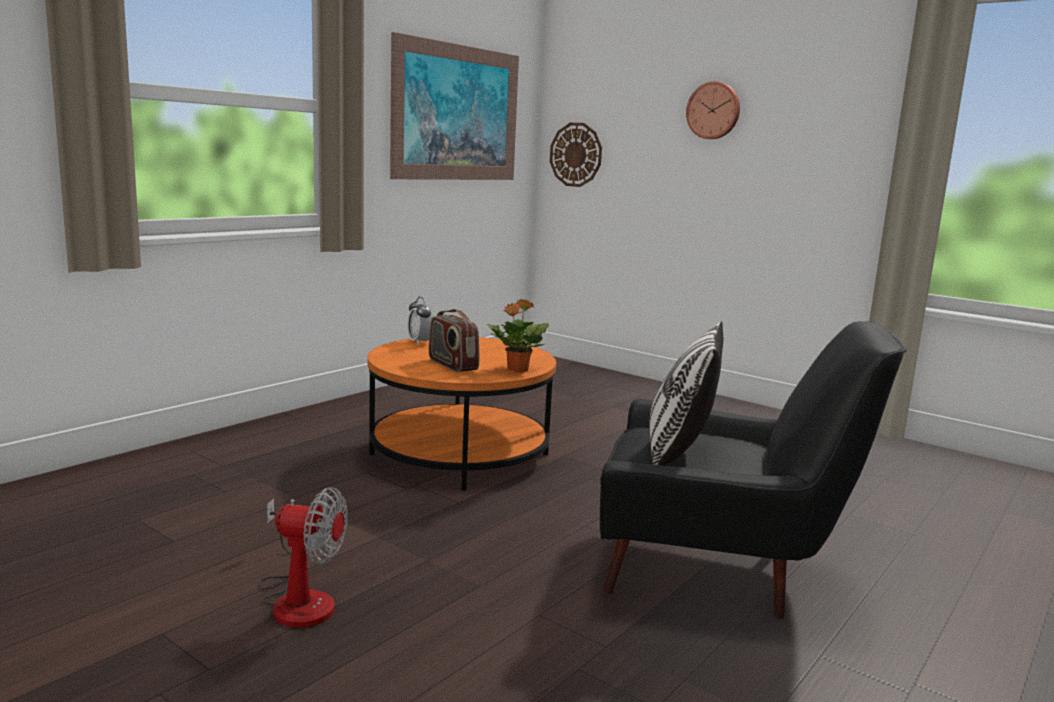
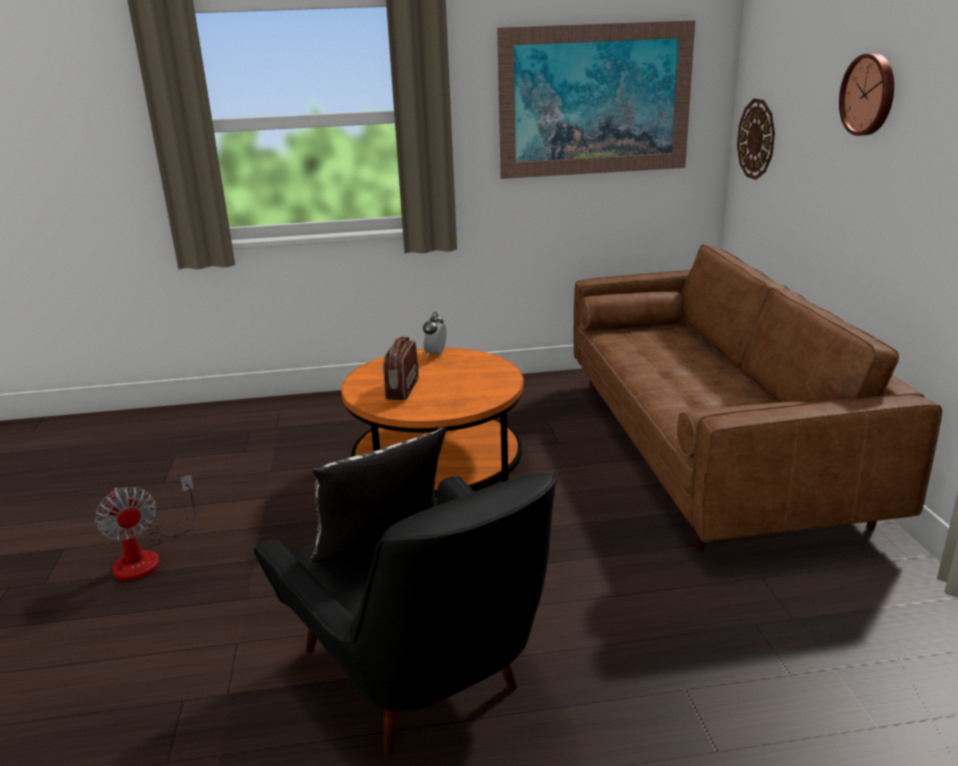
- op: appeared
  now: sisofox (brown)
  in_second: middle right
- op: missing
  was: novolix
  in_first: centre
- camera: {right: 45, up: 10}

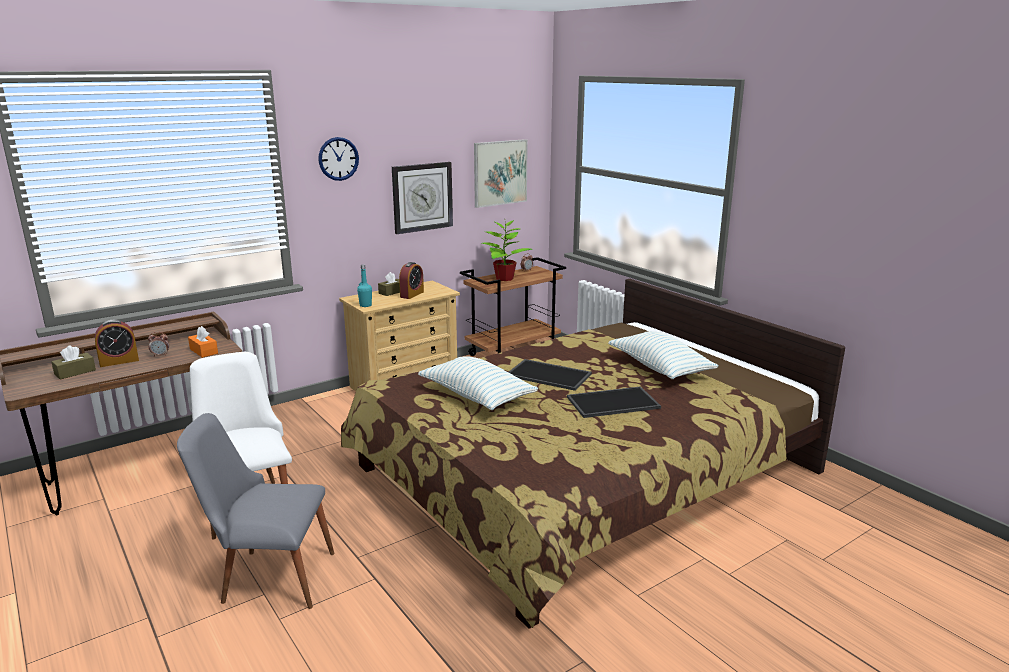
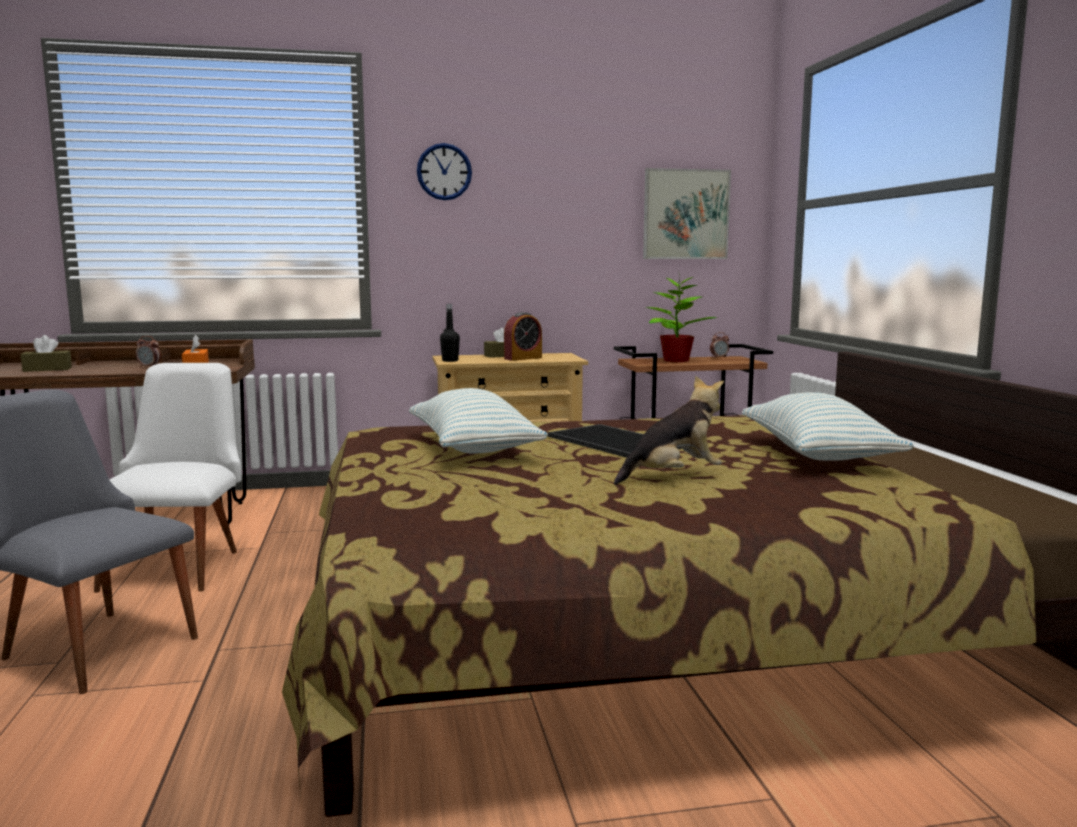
- op: colour
  was: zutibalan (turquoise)
  now: zutibalan (black)
  in_first: centre
  in_second: centre
- op: exchanged
  was: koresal (no. 2 from left)
  now: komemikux
  in_first: centre
  in_second: centre
- op: missing
  was: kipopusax (no. 1 from left)
  in_first: middle left
- op: missing
  was: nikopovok (no. 2 from left)
  in_first: top centre
- camera: {right: 25, up: -10}

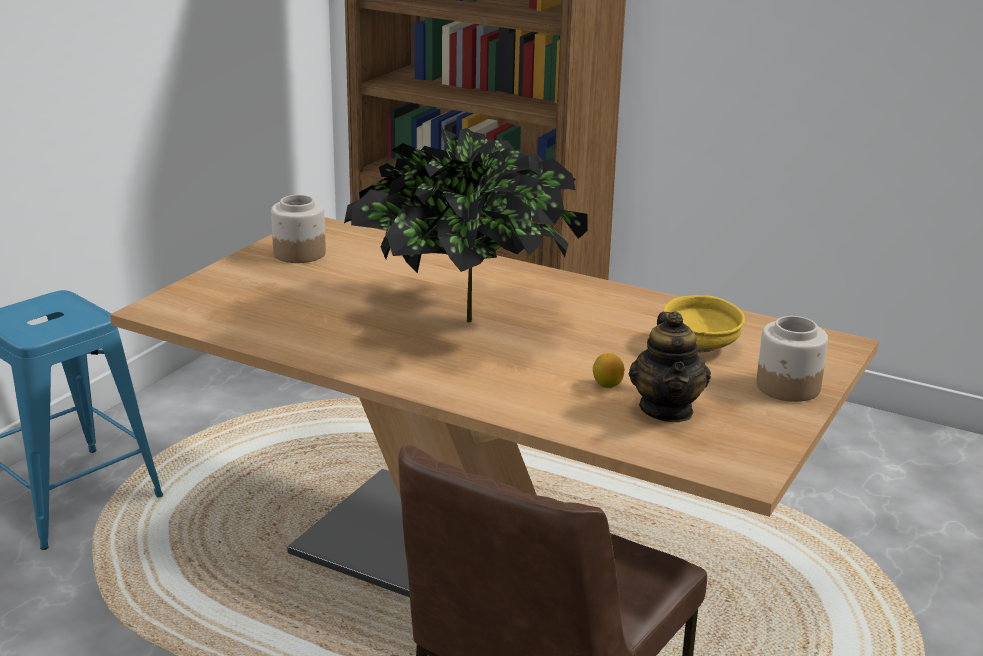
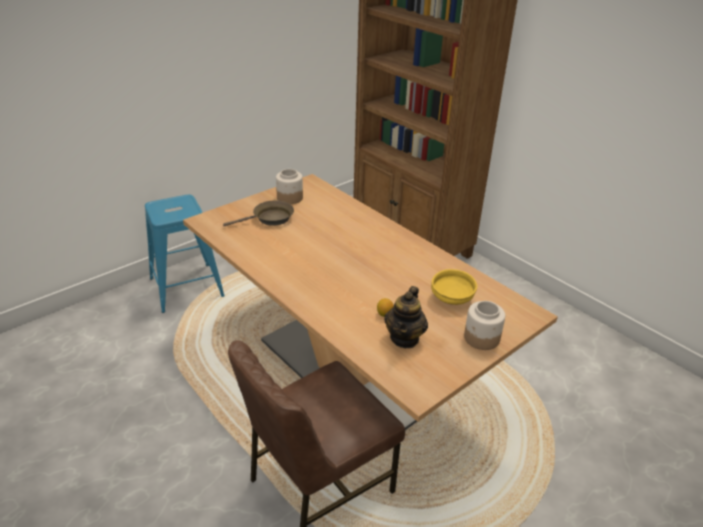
- op: appeared
  now: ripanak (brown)
  in_second: centre
- op: missing
  was: novolix
  in_first: centre
- camera: {right: 20, up: 10}

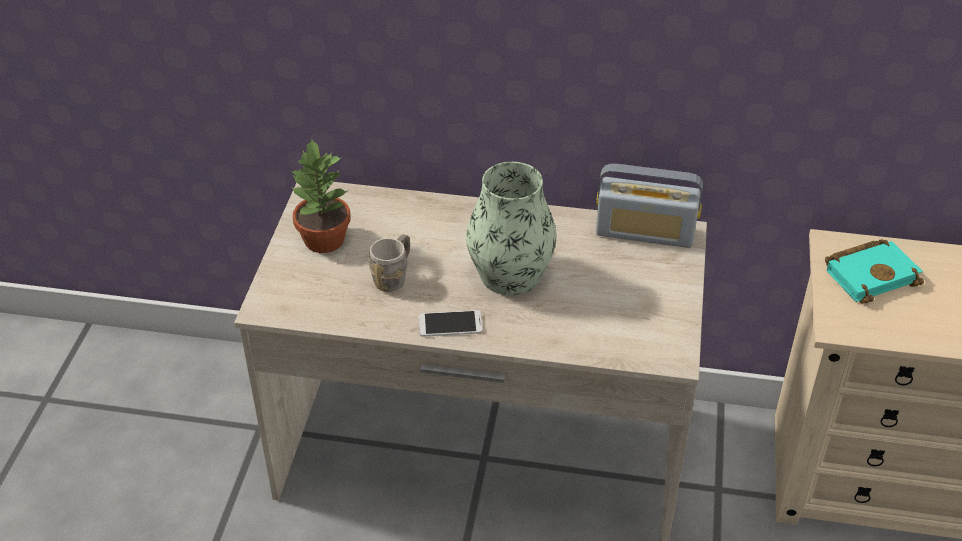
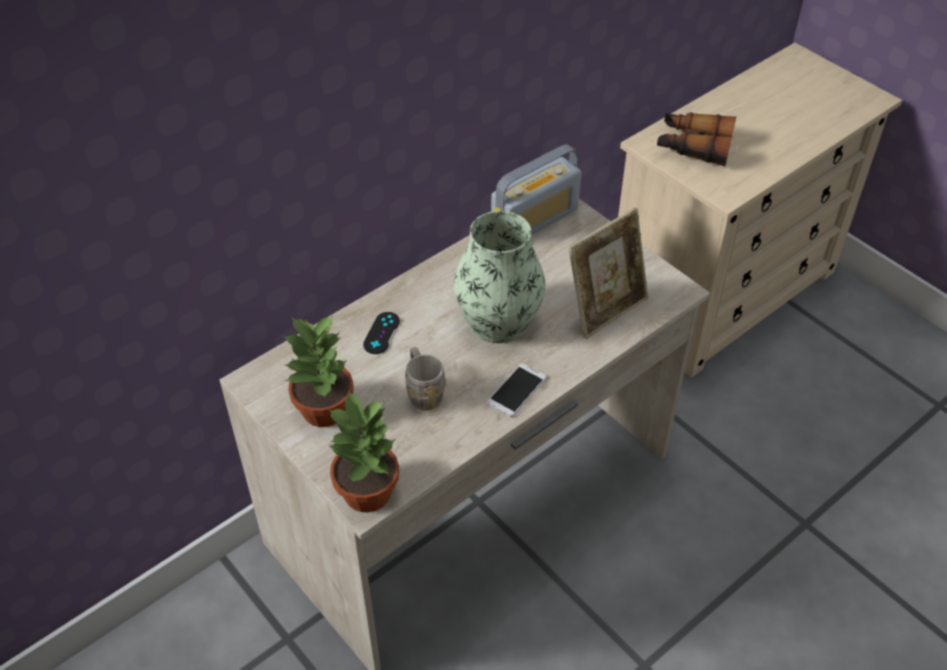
- op: appeared
  now: novolix (no. 2 from left)
  in_second: bottom centre
- op: appeared
  now: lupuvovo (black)
  in_second: centre
- op: appeared
  now: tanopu
  in_second: centre
- op: exchanged
  was: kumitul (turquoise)
  now: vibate
  in_first: middle right
  in_second: top right
- camera: {right: -50, up: 5}

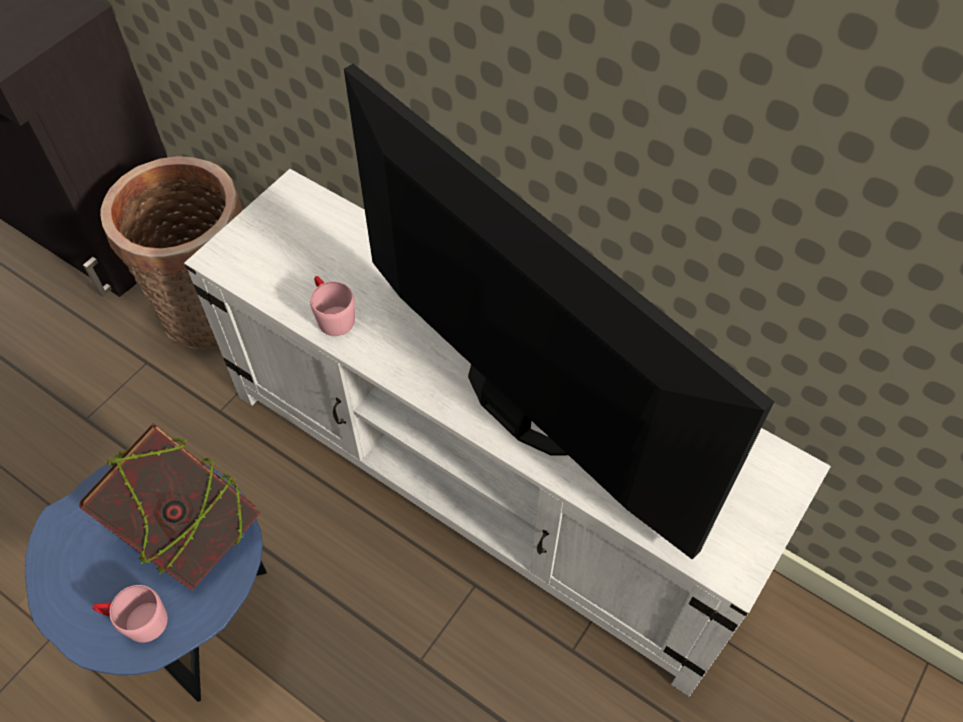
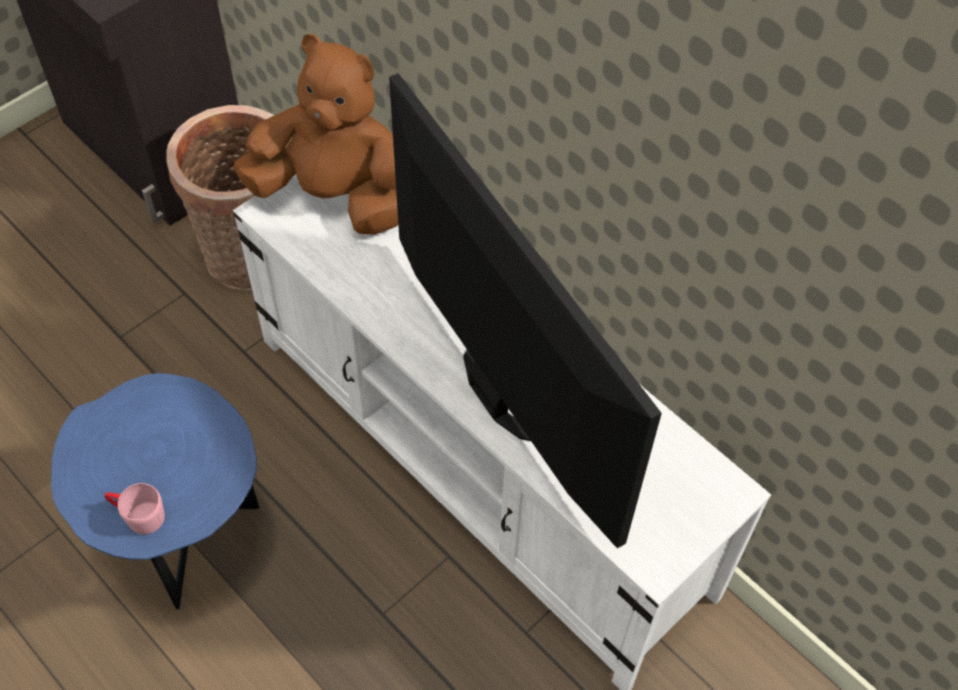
- op: appeared
  now: komemikux (brown)
  in_second: top left
- op: missing
  was: kumitul
  in_first: bottom left
- op: missing
  was: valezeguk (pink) (no. 2 from left)
  in_first: centre
- camera: {right: 10, up: 0}

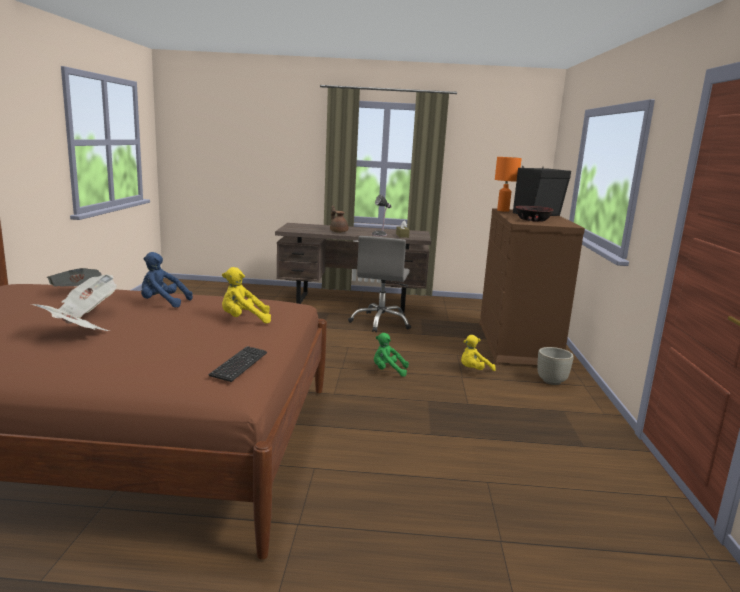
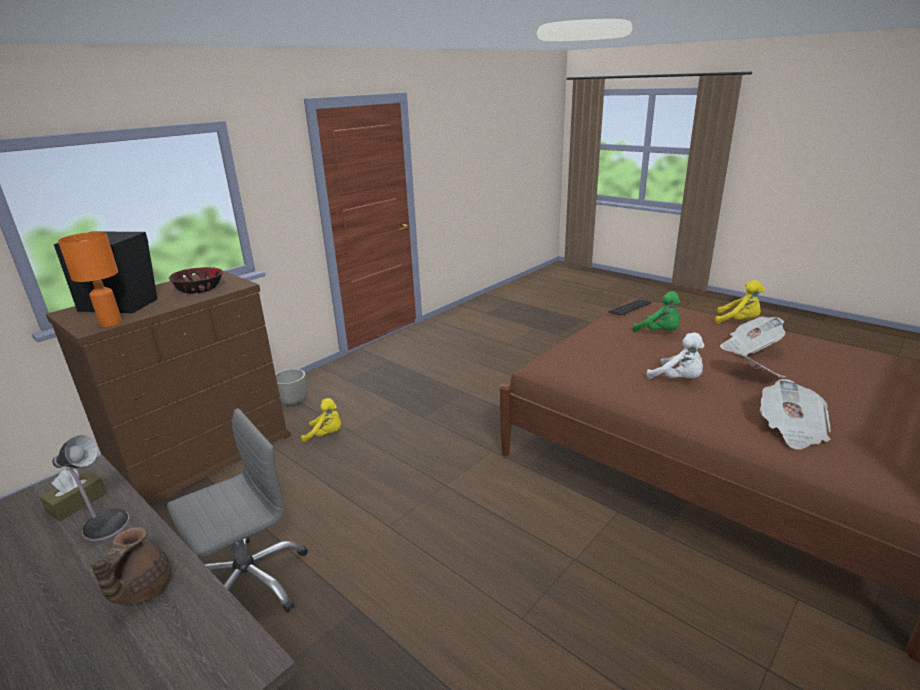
- op: relocated
  was: komemikux (green)
  in_first: centre
  in_second: middle right
- op: colour
  was: komemikux (blue)
  now: komemikux (white)
  in_first: middle left
  in_second: middle right
- op: relocated
  was: komemikux (yellow) (no. 1 from left in the first image)
  now: komemikux (yellow) (no. 2 from left)
  in_first: middle left
  in_second: middle right
- camera: {right: -140, up: 10}

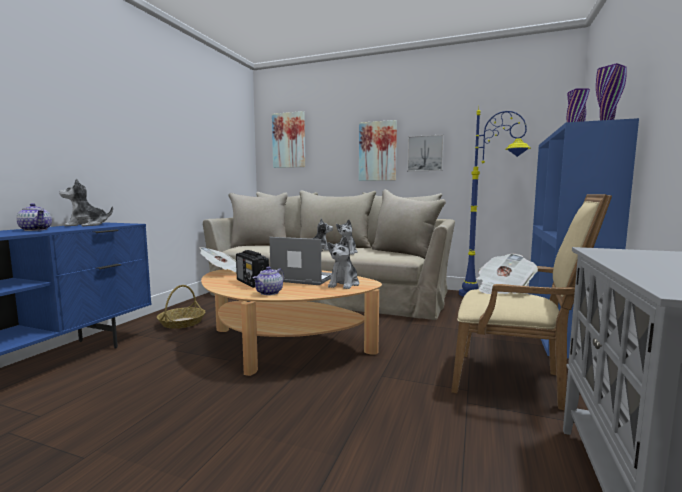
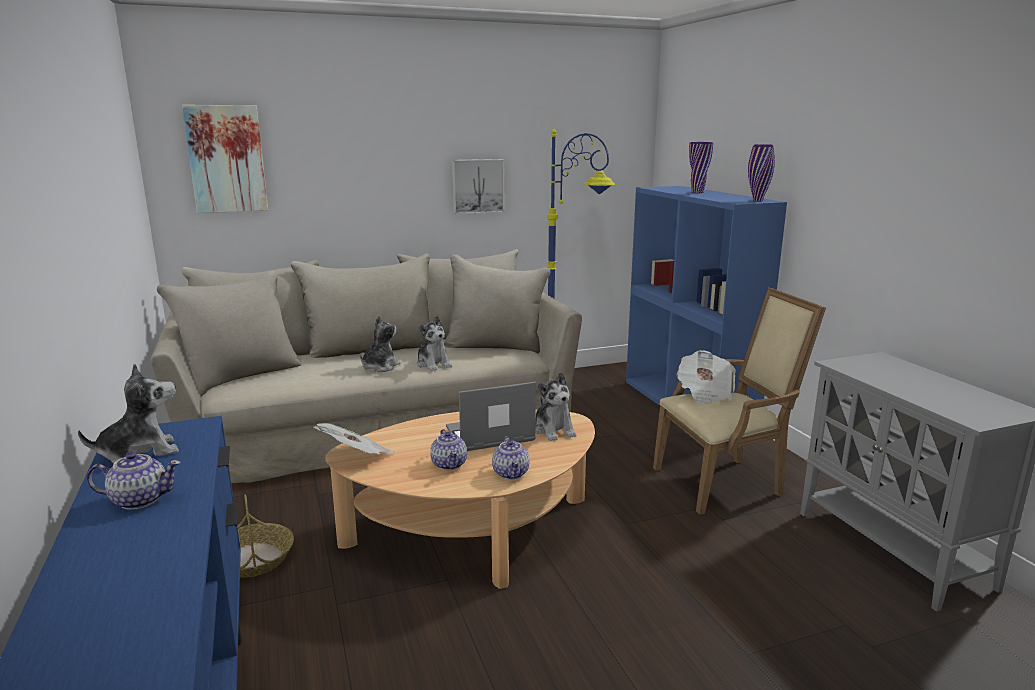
- op: spun
  was: komemikux (no. 1 from left)
  in_first: middle left
  in_second: middle left
  clockwise: -150
- op: exchanged
  was: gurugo
  now: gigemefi (no. 2 from left)
  in_first: centre
  in_second: centre
- op: missing
  was: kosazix (no. 2 from left)
  in_first: top centre
- camera: {right: -40, up: 10}

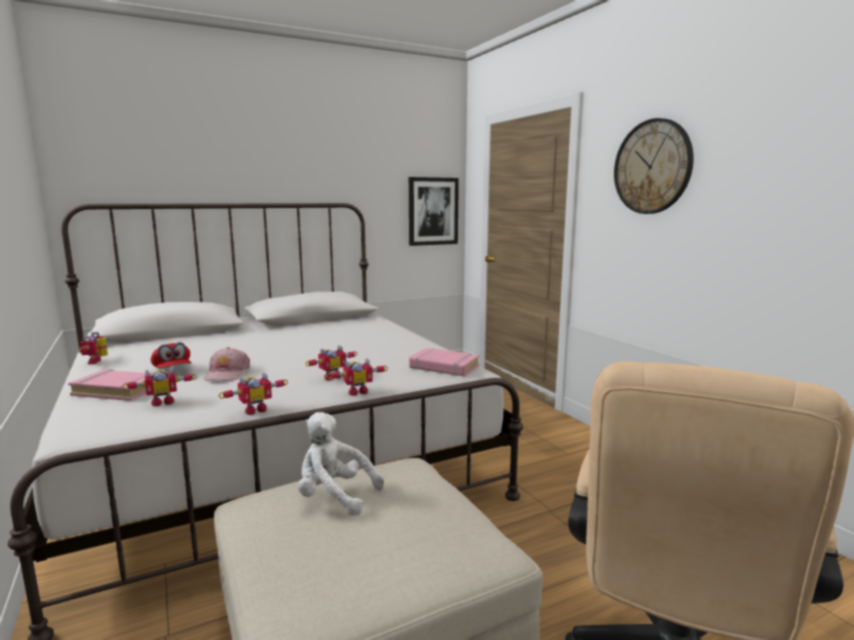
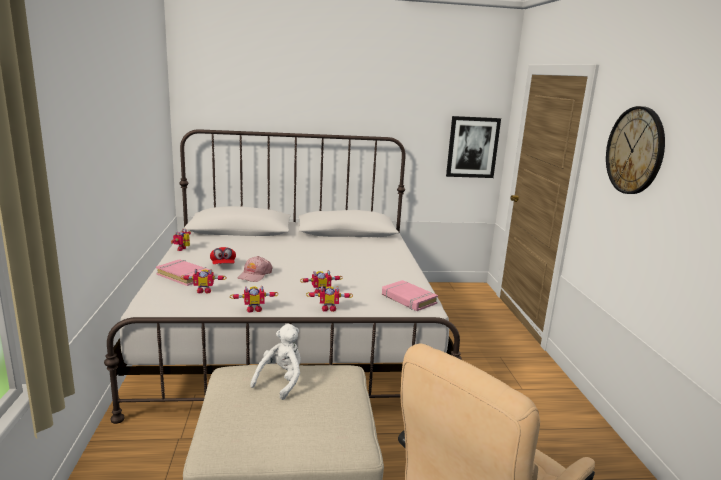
- op: spun
  was: komemikux (white)
  in_first: bottom centre
  in_second: bottom centre
  clockwise: 75
- camera: {right: 20, up: 5}

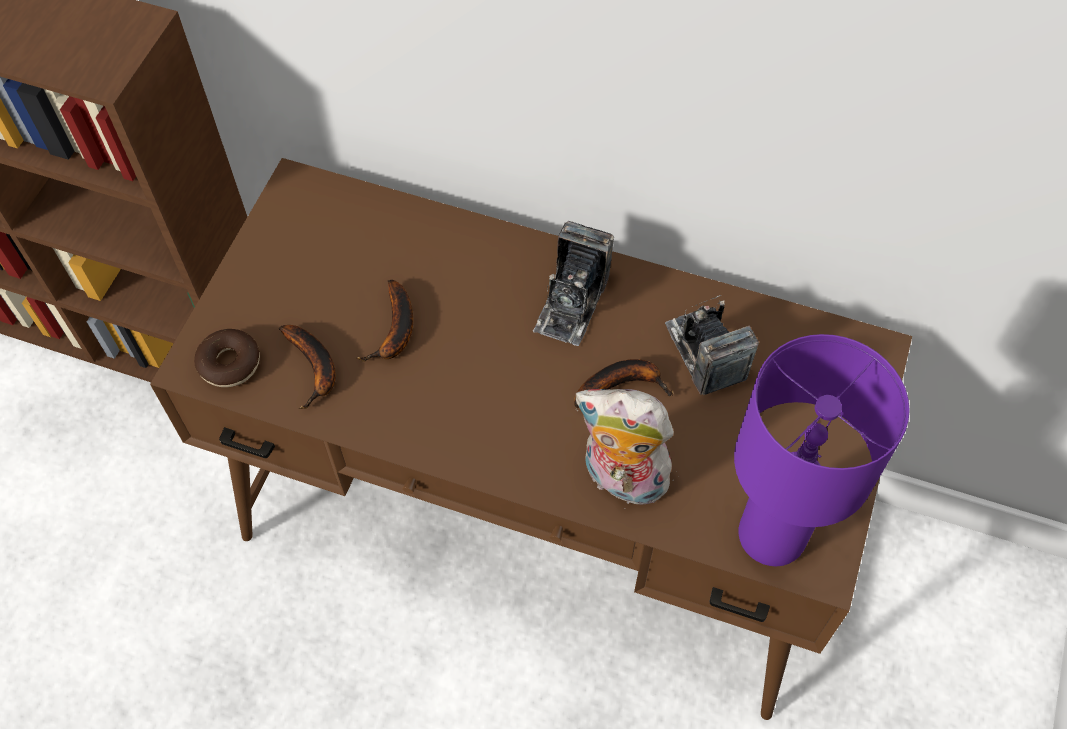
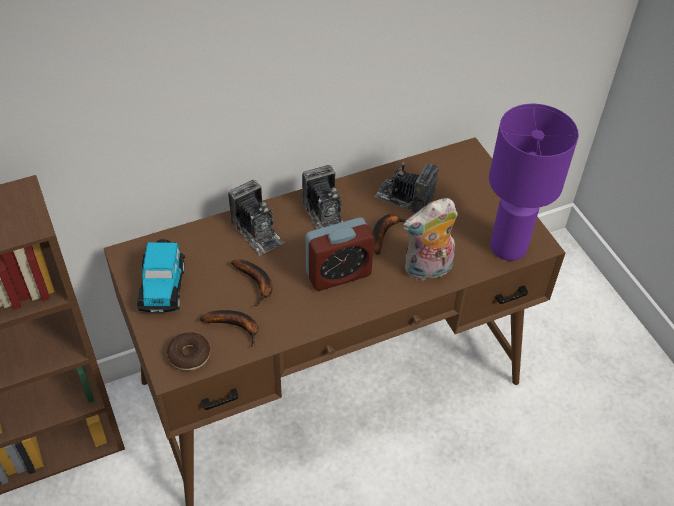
- op: appeared
  now: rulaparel
  in_second: middle left
- op: appeared
  now: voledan (no. 1 from left)
  in_second: centre
- op: appeared
  now: kipopusax
  in_second: centre
- camera: {right: -45, up: -10}

